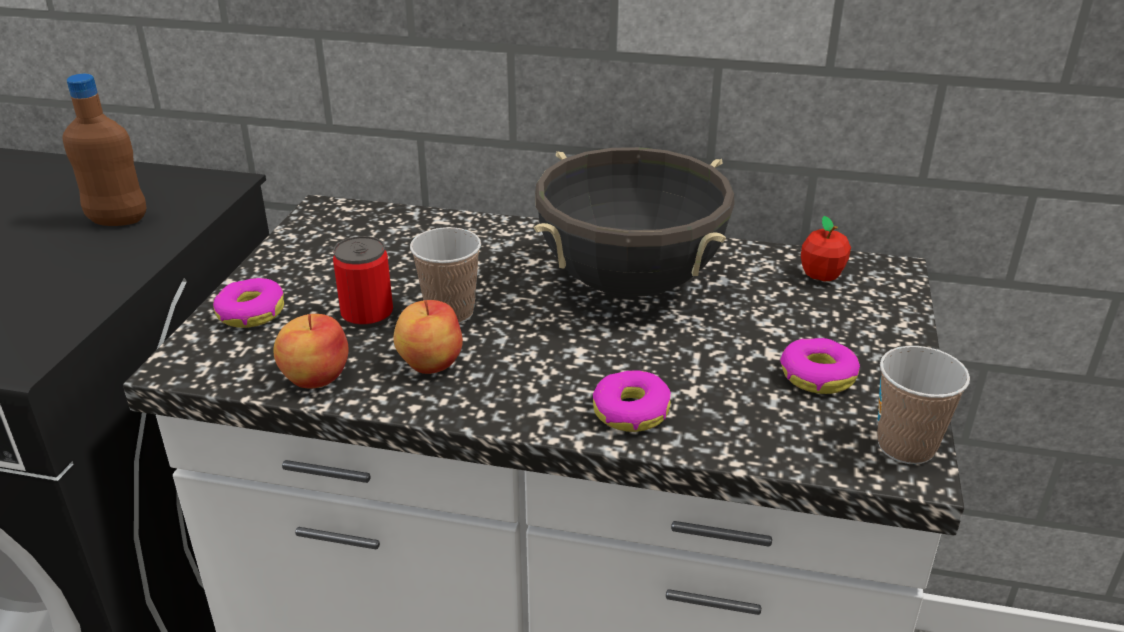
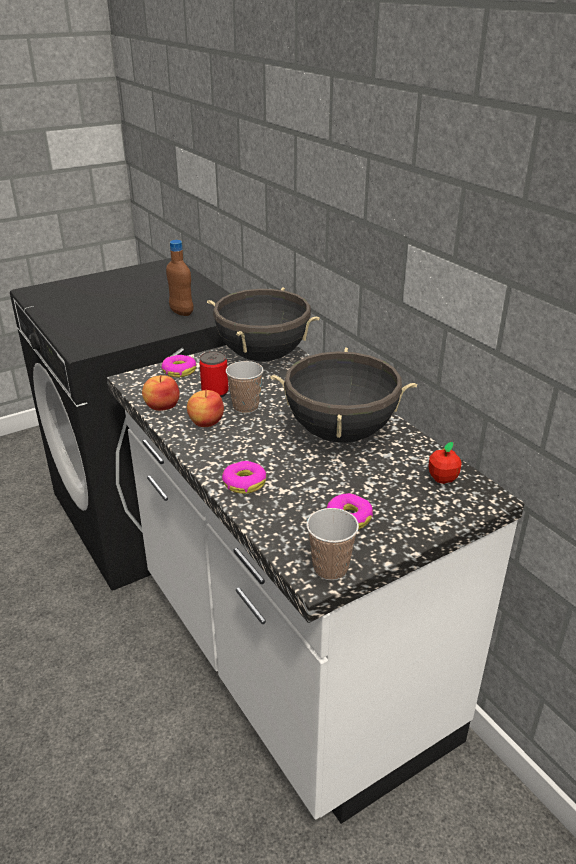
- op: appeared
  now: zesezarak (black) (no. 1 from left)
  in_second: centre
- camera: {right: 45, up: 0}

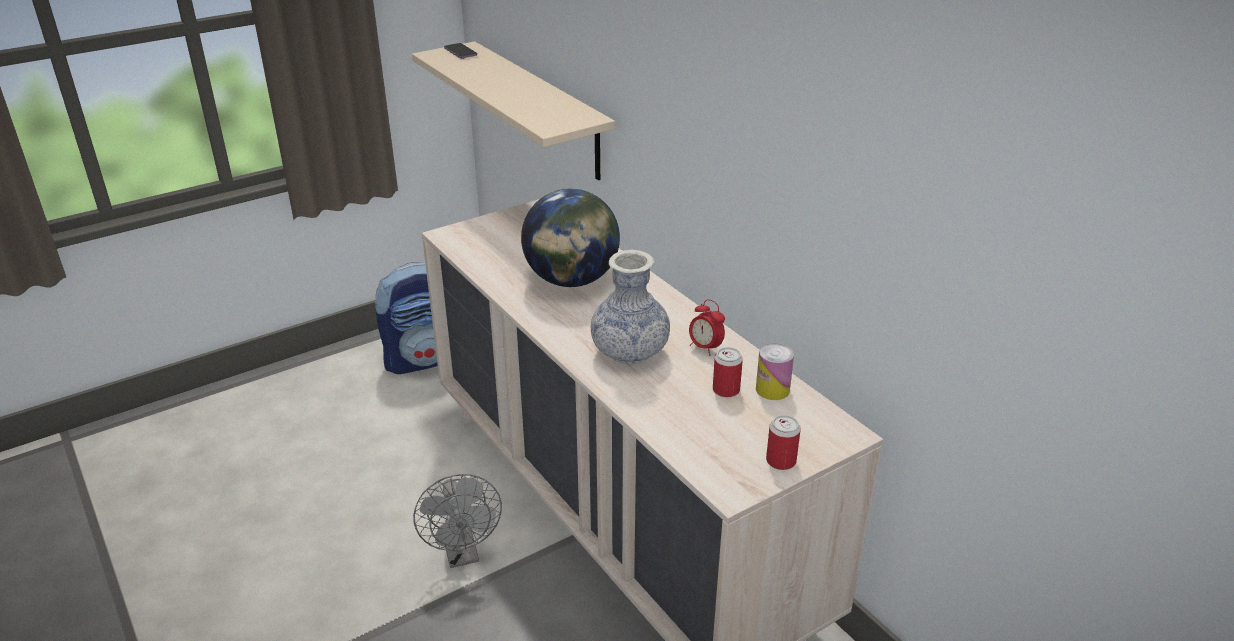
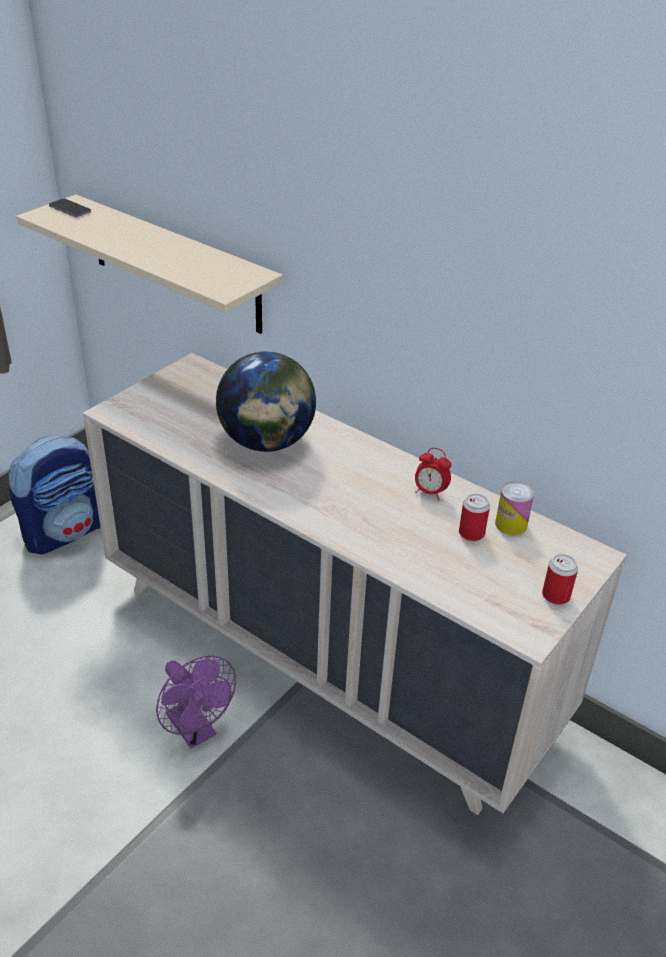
- op: colour
  was: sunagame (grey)
  now: sunagame (purple)
  in_first: bottom centre
  in_second: bottom left
- op: missing
  was: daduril
  in_first: centre
- camera: {right: -20, up: 5}

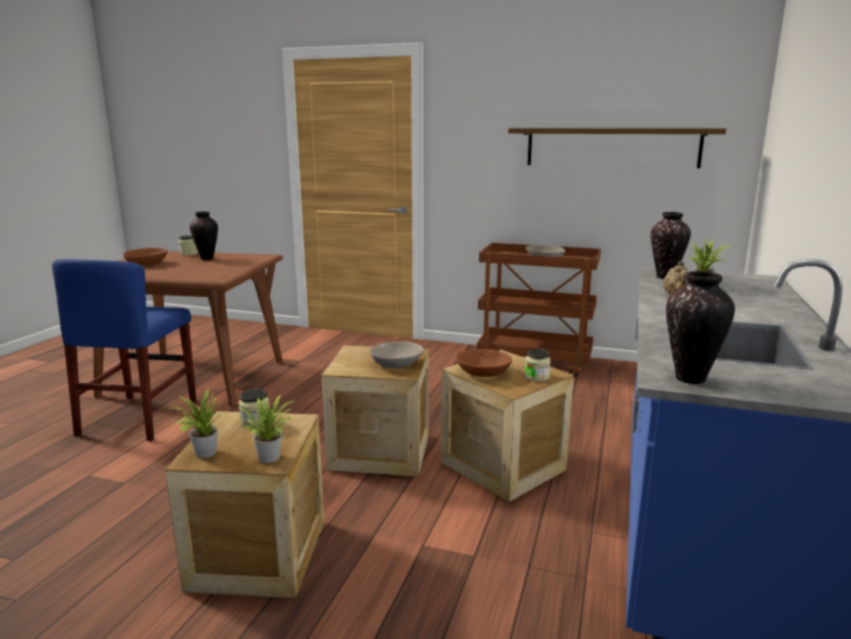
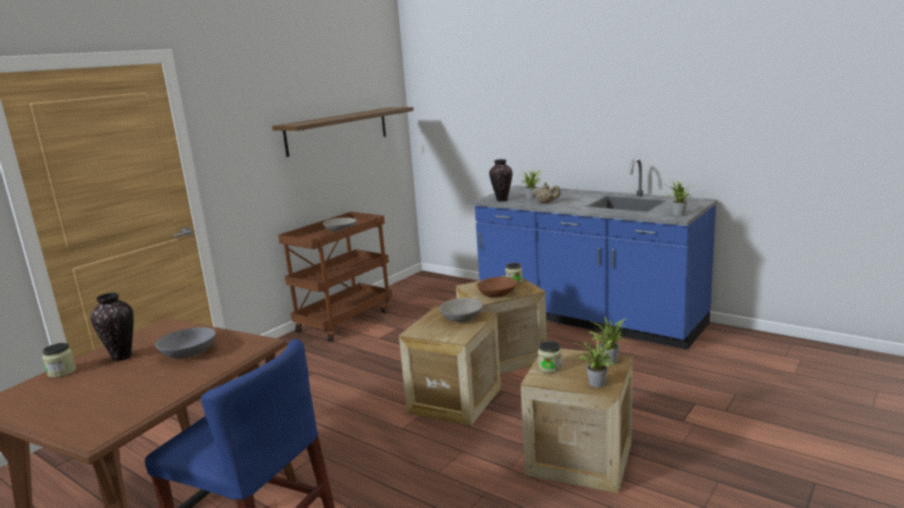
- op: appeared
  now: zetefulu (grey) (no. 1 from left)
  in_second: bottom left
- op: exchanged
  was: daduril (no. 3 from left)
  now: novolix (no. 4 from left)
  in_first: middle right
  in_second: middle right
- op: missing
  was: zetefulu (brown) (no. 1 from left)
  in_first: middle left
- camera: {right: -70, up: 0}

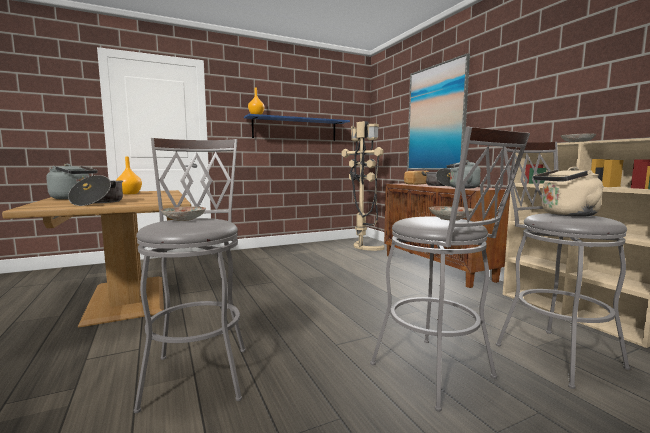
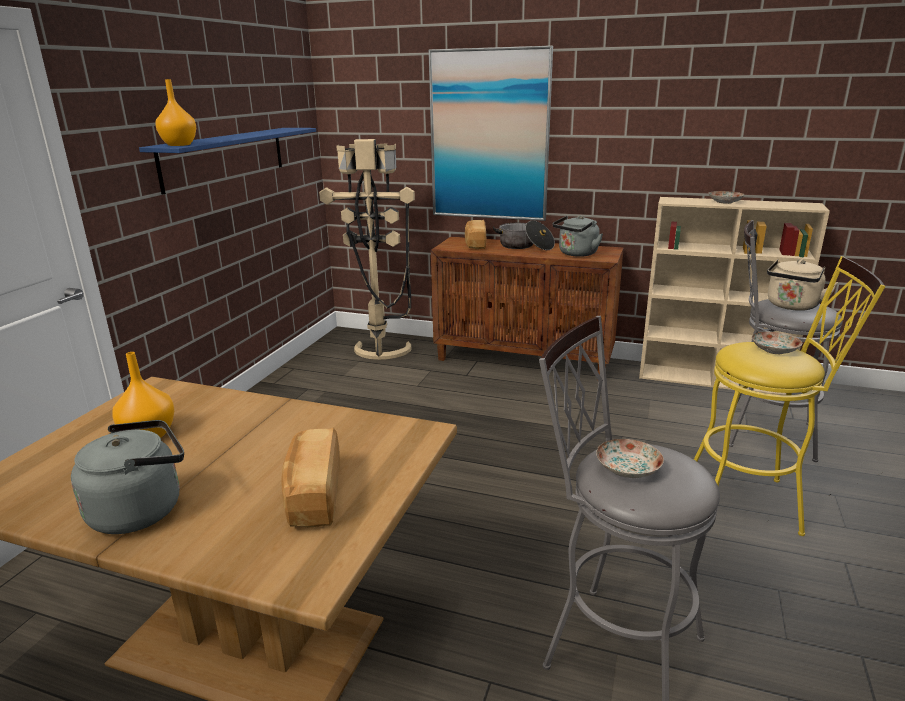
- op: exchanged
  was: zesezarak (no. 1 from left)
  now: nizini (no. 1 from left)
  in_first: middle left
  in_second: bottom centre
- op: colour
  was: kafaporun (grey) (no. 2 from left)
  now: kafaporun (yellow)
  in_first: middle right
  in_second: middle right
- camera: {right: -45, up: 15}

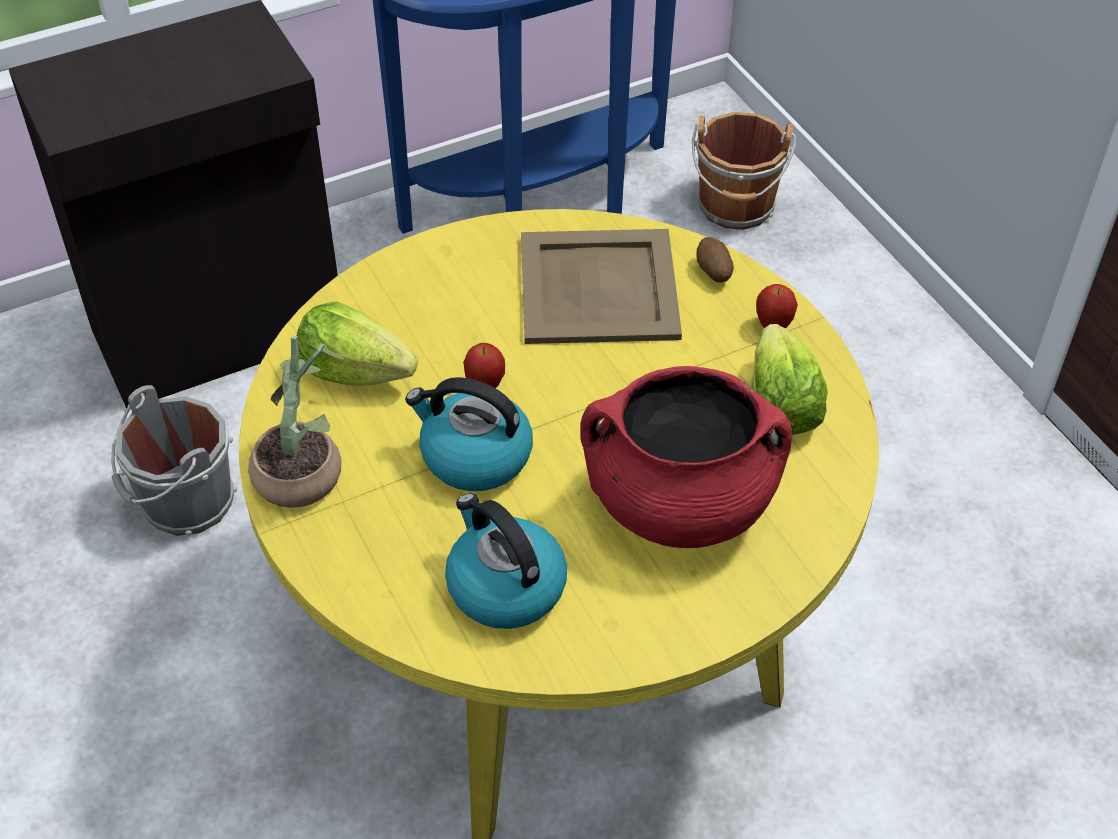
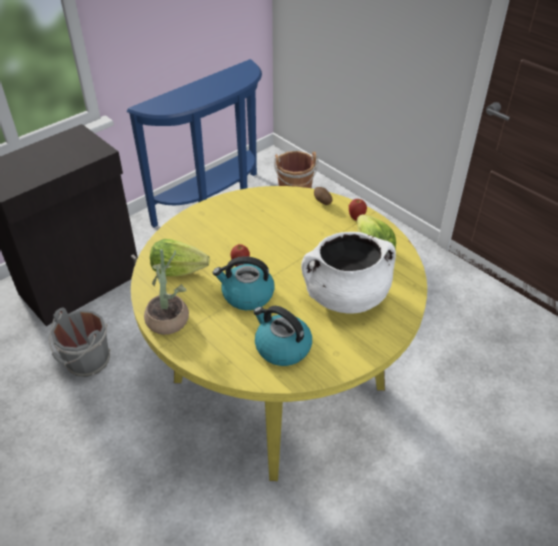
- op: colour
  was: zesezarak (red)
  now: zesezarak (white)
  in_first: centre
  in_second: centre
- op: missing
  was: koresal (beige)
  in_first: centre
- camera: {right: -15, up: -5}

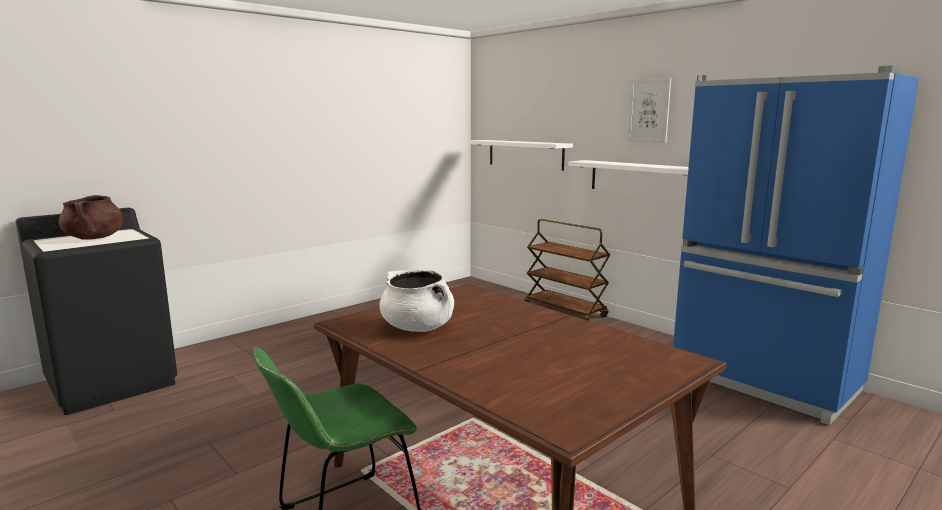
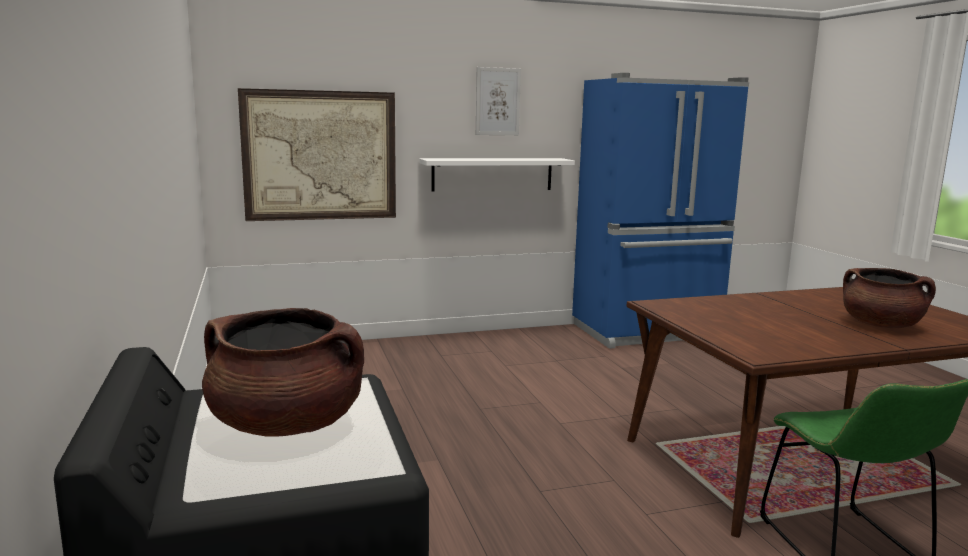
- op: exchanged
  was: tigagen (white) (no. 1 from left)
  now: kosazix (no. 1 from left)
  in_first: top centre
  in_second: top left
- op: appeared
  now: zesezarak (brown) (no. 2 from left)
  in_second: middle right
- op: missing
  was: zesezarak (white)
  in_first: centre
- op: missing
  was: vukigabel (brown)
  in_first: centre
- camera: {right: -65, up: 0}

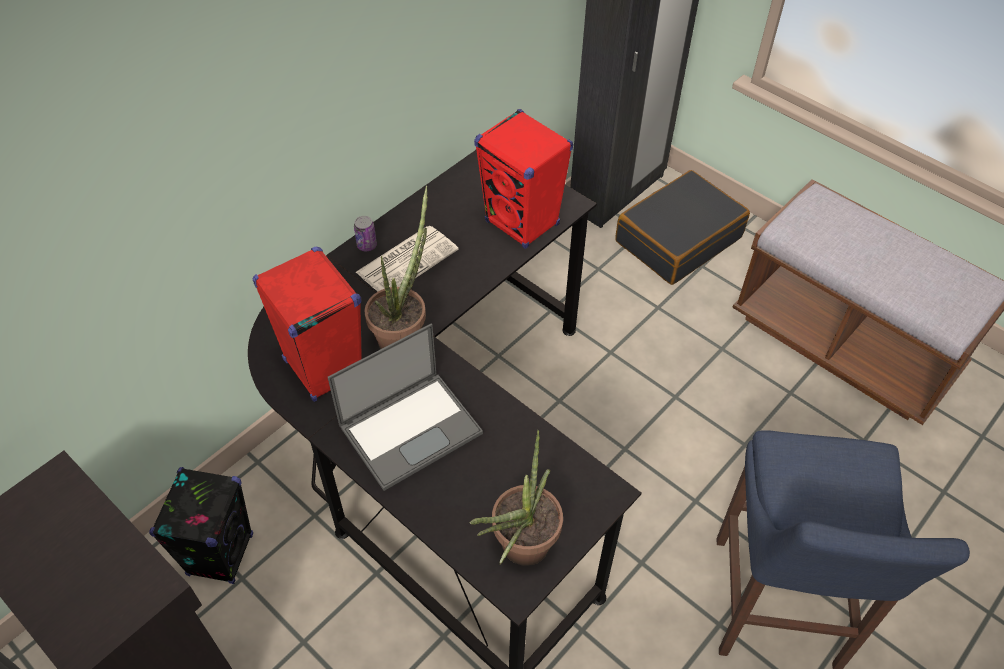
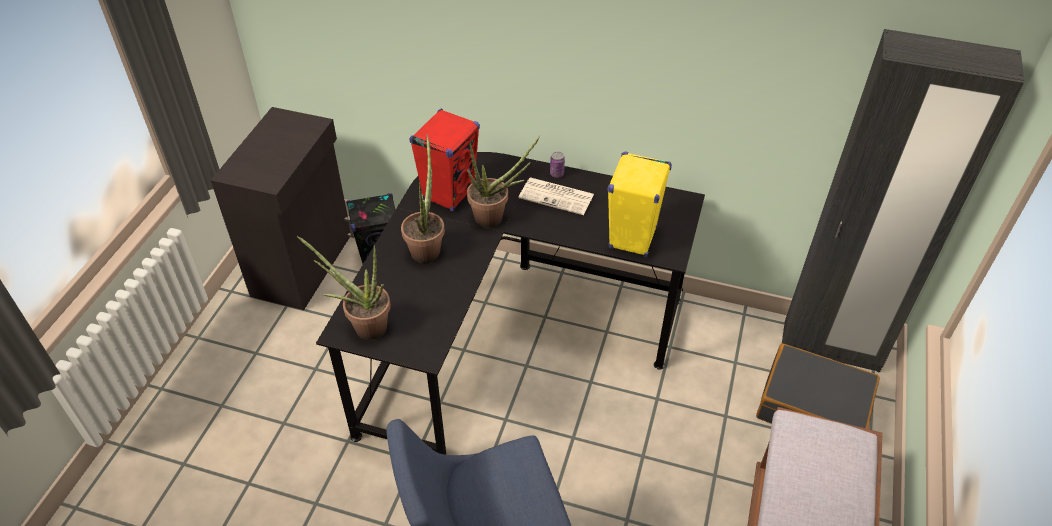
- op: exchanged
  was: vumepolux
  now: novolix (no. 2 from left)
  in_first: centre
  in_second: centre
- op: colour
  was: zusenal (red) (no. 2 from left)
  now: zusenal (yellow)
  in_first: top centre
  in_second: centre
- camera: {right: 65, up: -5}

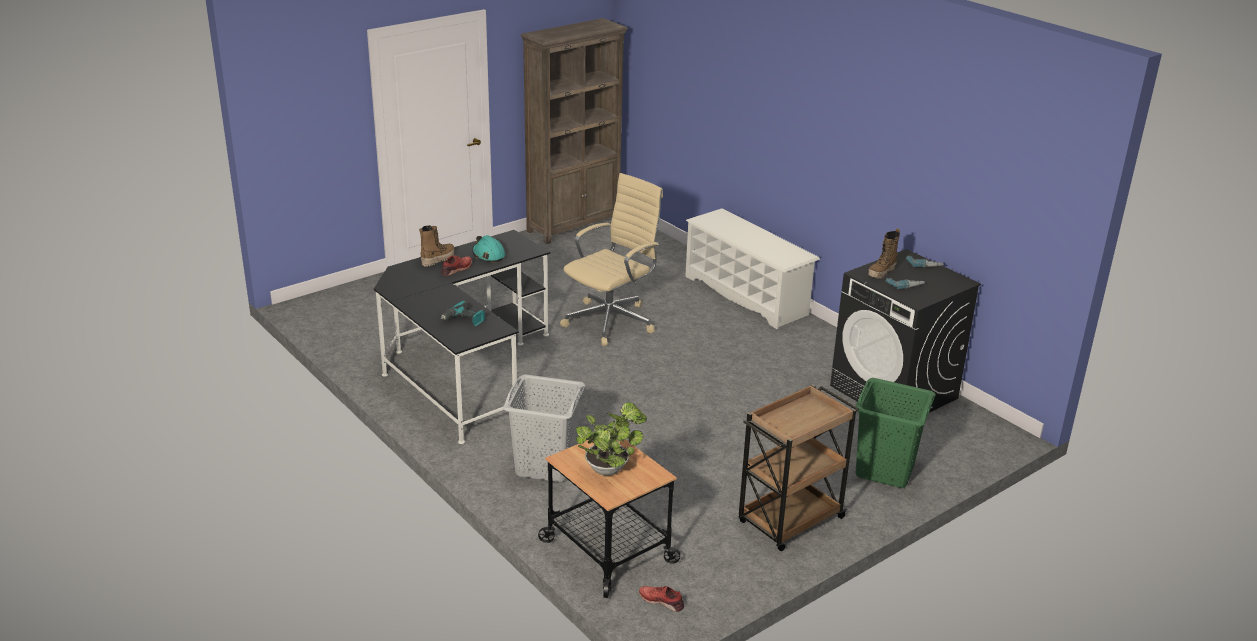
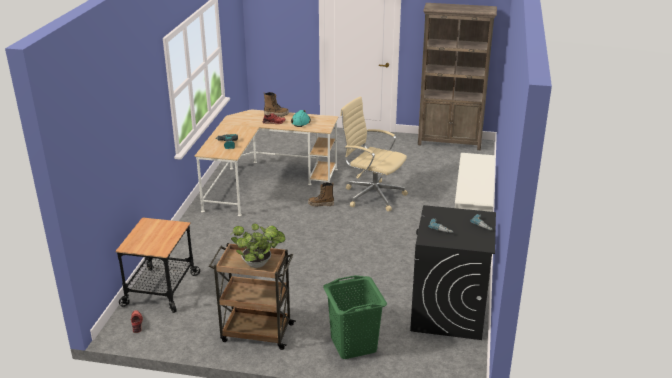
- op: colour
  was: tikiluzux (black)
  now: tikiluzux (beige)
  in_first: centre
  in_second: centre
- op: relocated
  was: novolix
  in_first: bottom centre
  in_second: centre
- op: relocated
  was: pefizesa (no. 2 from left)
  in_first: middle right
  in_second: centre
- op: spun
  was: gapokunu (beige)
  in_first: centre
  in_second: centre
  clockwise: -150
- op: missing
  was: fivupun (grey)
  in_first: bottom centre
- camera: {right: 50, up: 0}

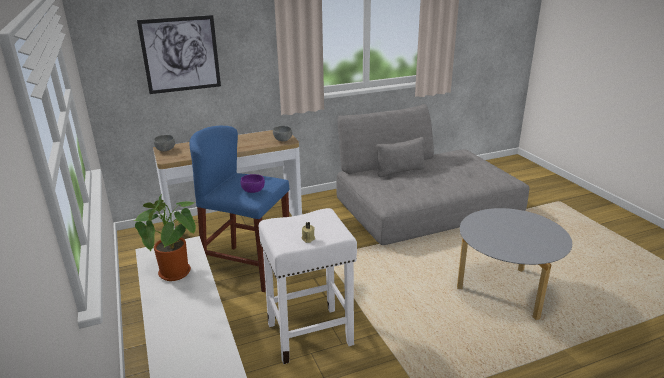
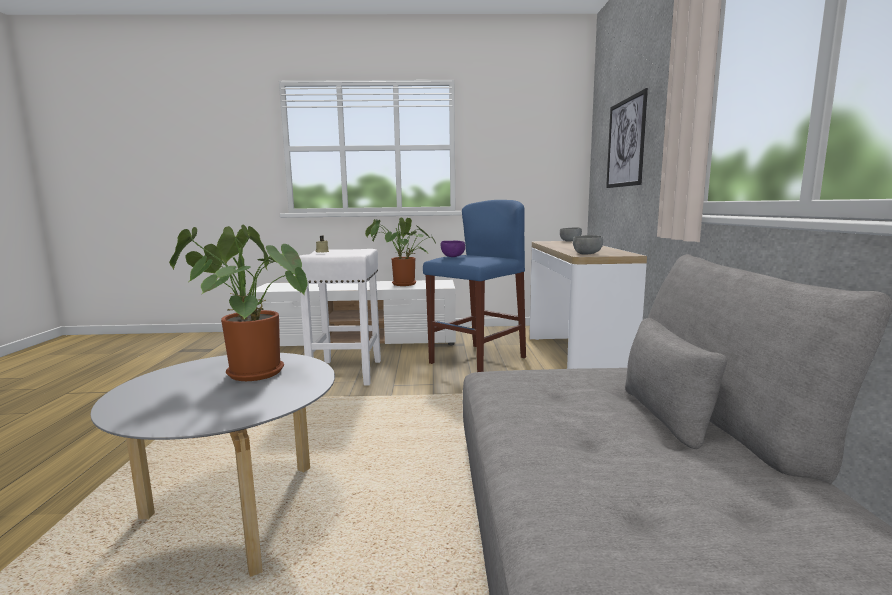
- op: appeared
  now: novolix (no. 1 from left)
  in_second: middle left
- camera: {right: 110, up: -15}

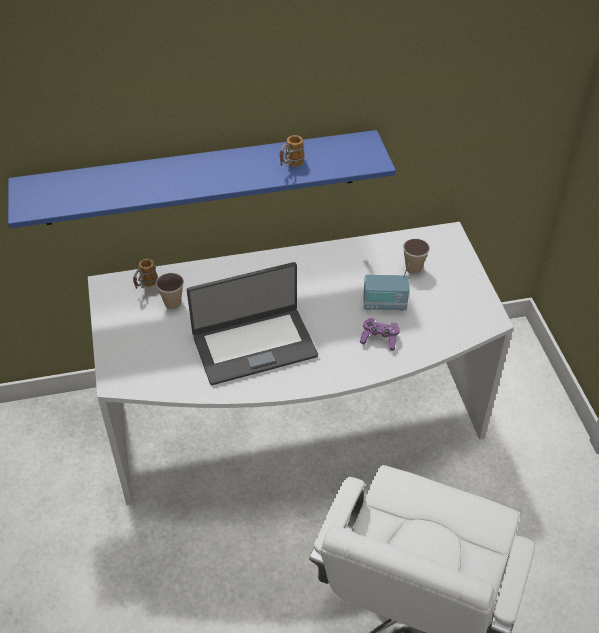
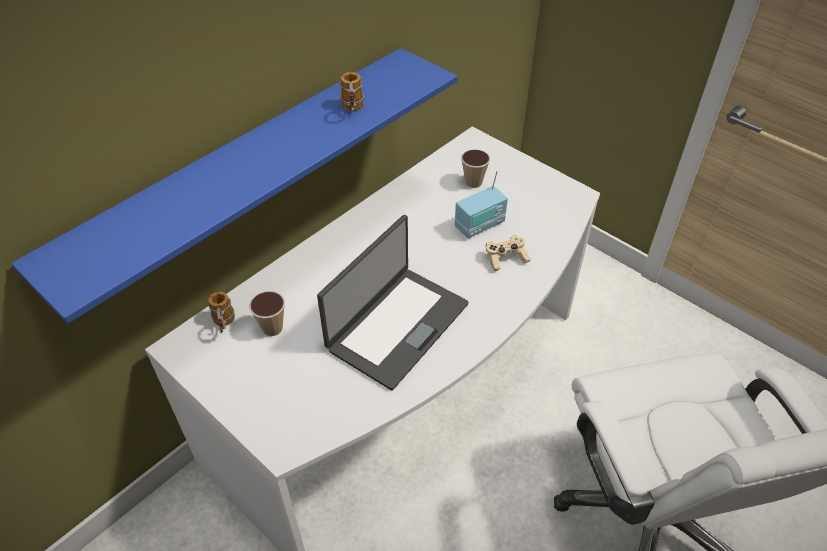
- op: colour
  was: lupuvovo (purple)
  now: lupuvovo (beige)
  in_first: centre
  in_second: centre
- camera: {right: -35, up: 0}

